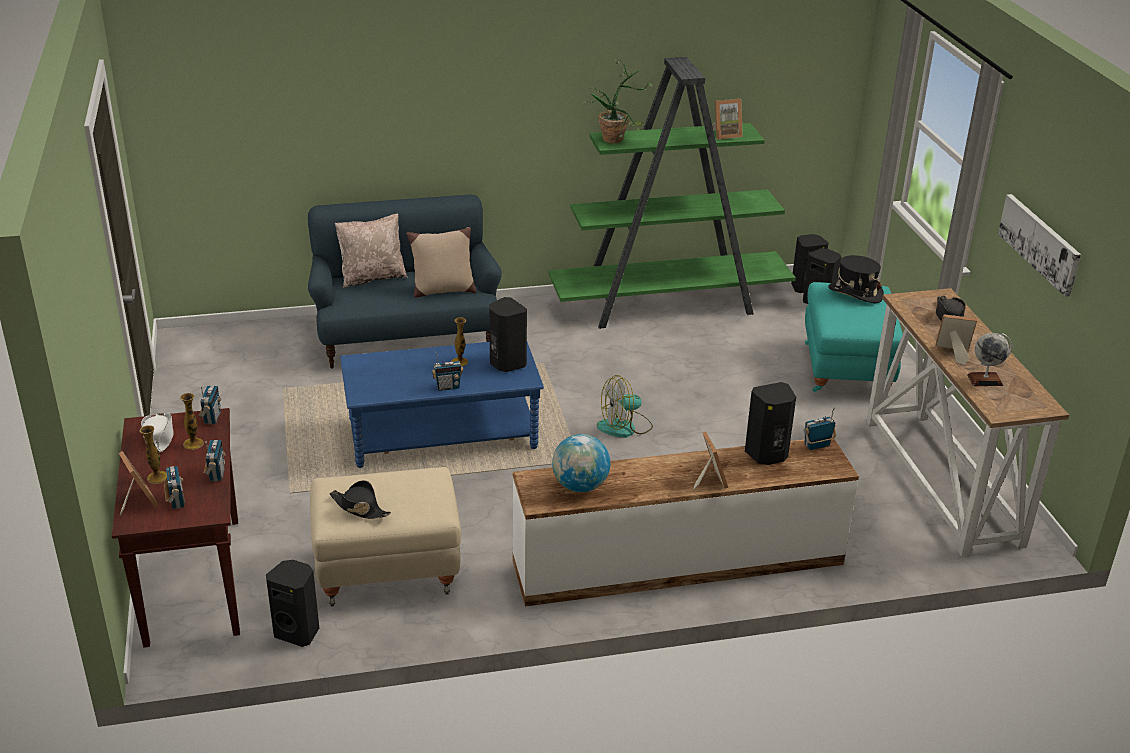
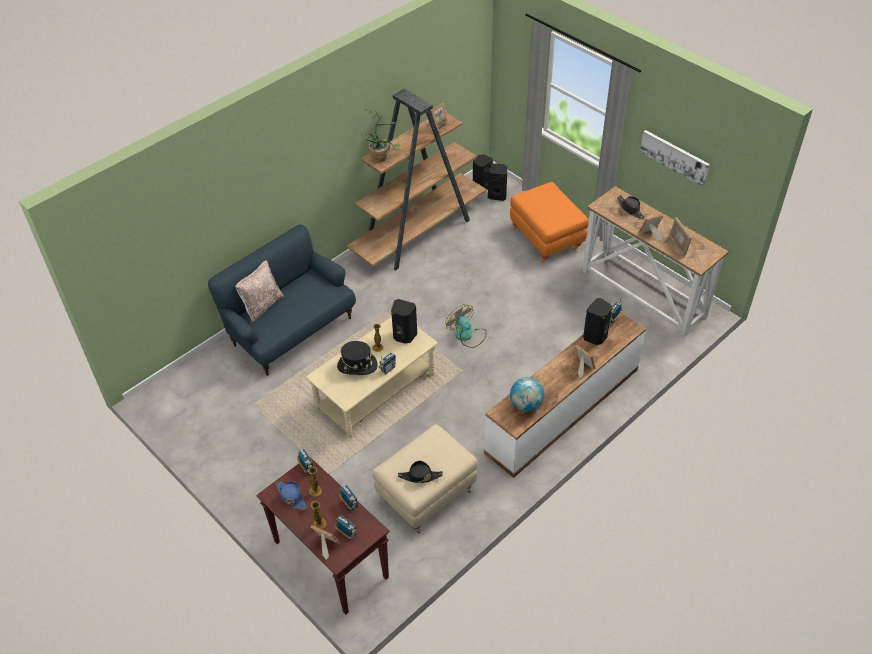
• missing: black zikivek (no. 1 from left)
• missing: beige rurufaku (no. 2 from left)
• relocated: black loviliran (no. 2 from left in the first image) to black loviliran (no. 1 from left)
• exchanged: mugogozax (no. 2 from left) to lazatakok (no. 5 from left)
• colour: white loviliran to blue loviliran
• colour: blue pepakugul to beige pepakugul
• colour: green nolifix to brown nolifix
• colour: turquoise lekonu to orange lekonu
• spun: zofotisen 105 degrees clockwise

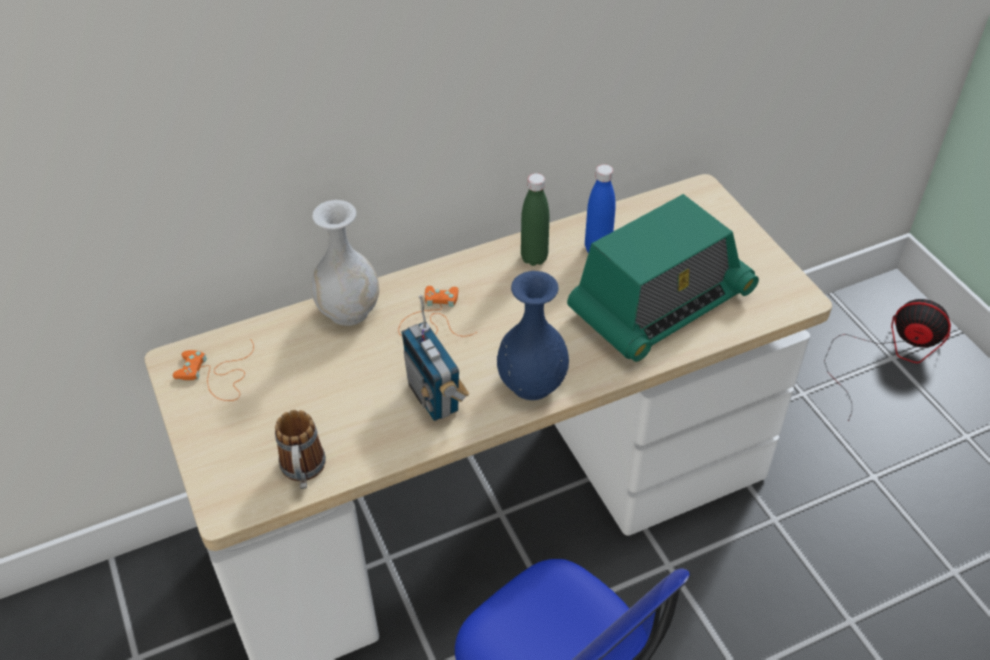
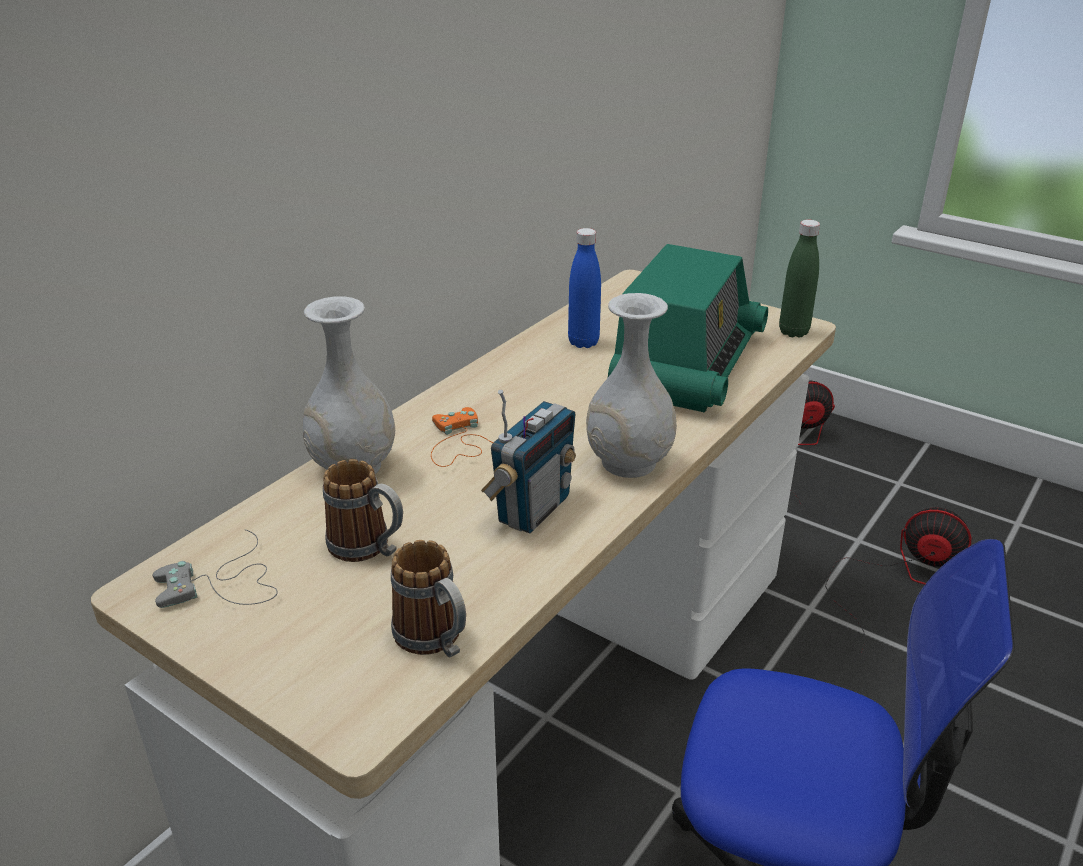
• appeared: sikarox (no. 1 from left)
• appeared: zofotisen (no. 2 from left)
• relocated: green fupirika
• colour: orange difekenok (no. 1 from left) to grey difekenok
• colour: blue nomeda to white nomeda (no. 2 from left)
• spun: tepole (no. 1 from left) 90 degrees counterclockwise

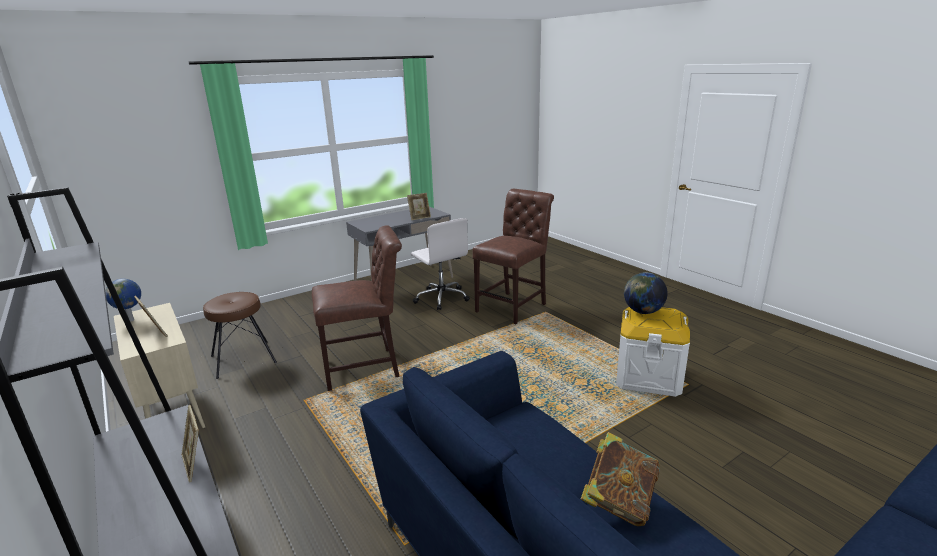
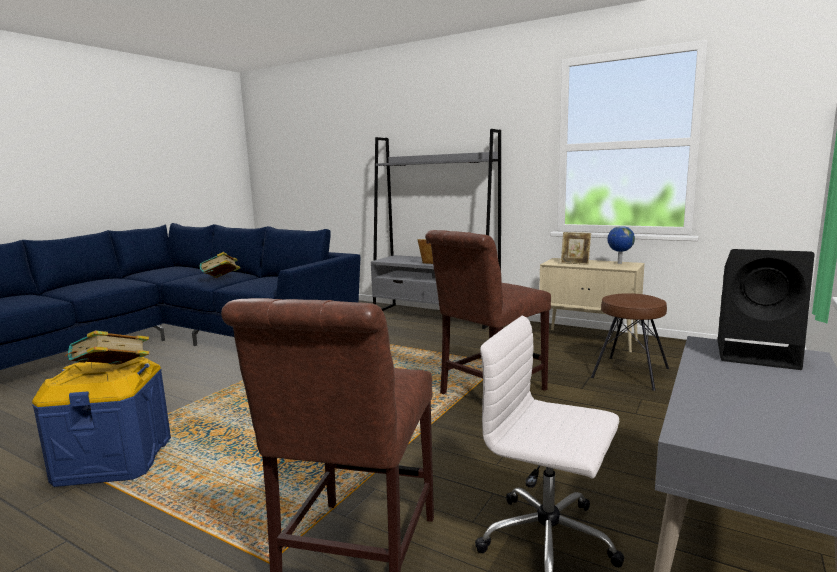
• missing: lazatakok (no. 3 from left)
• appeared: black zikivek
• exchanged: mugogozax (no. 2 from left) to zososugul (no. 1 from left)
• colour: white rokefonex to blue rokefonex

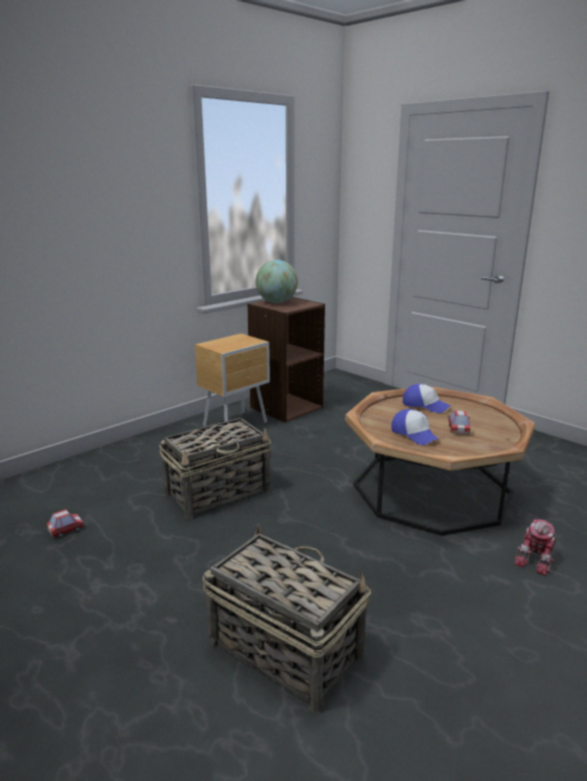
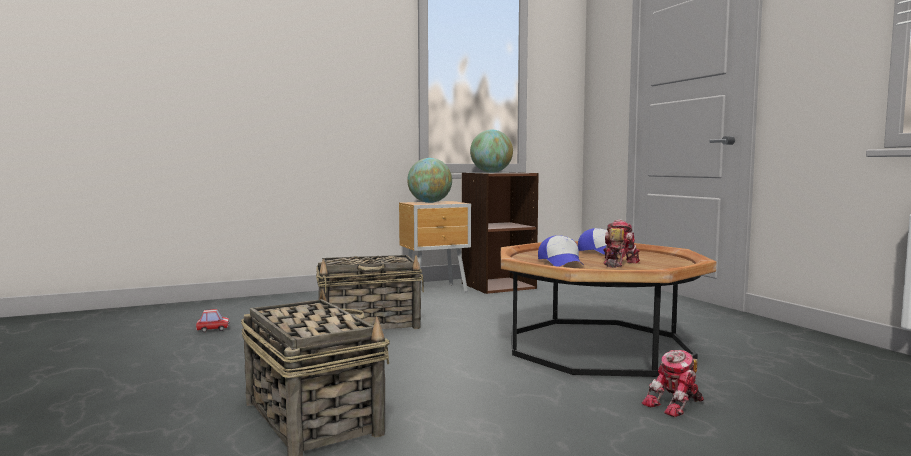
• appeared: mugogozax (no. 1 from left)
• exchanged: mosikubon (no. 2 from left) to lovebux (no. 1 from left)

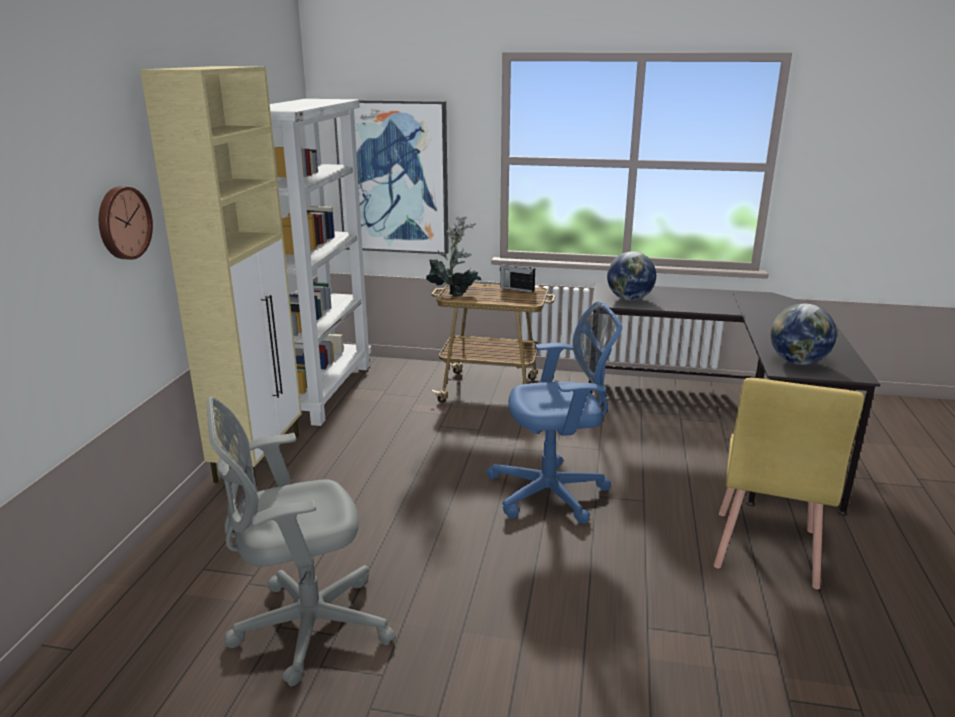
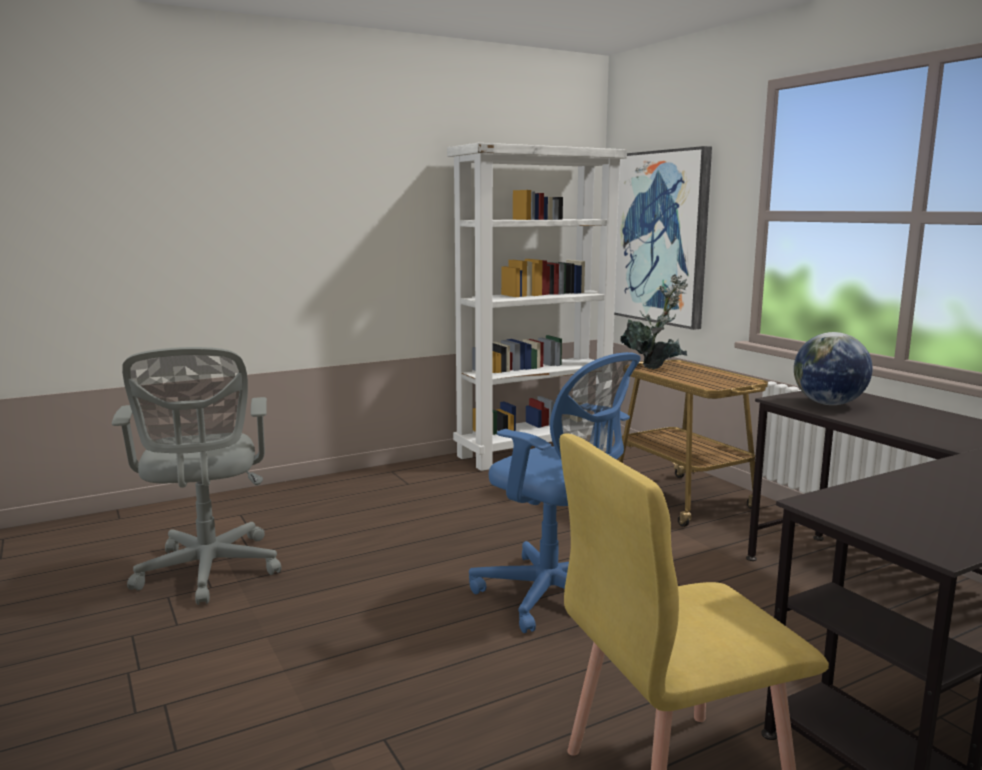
• missing: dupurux
• missing: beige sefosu
• missing: tepole
• missing: mugogozax (no. 2 from left)
• spun: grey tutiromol 135 degrees counterclockwise

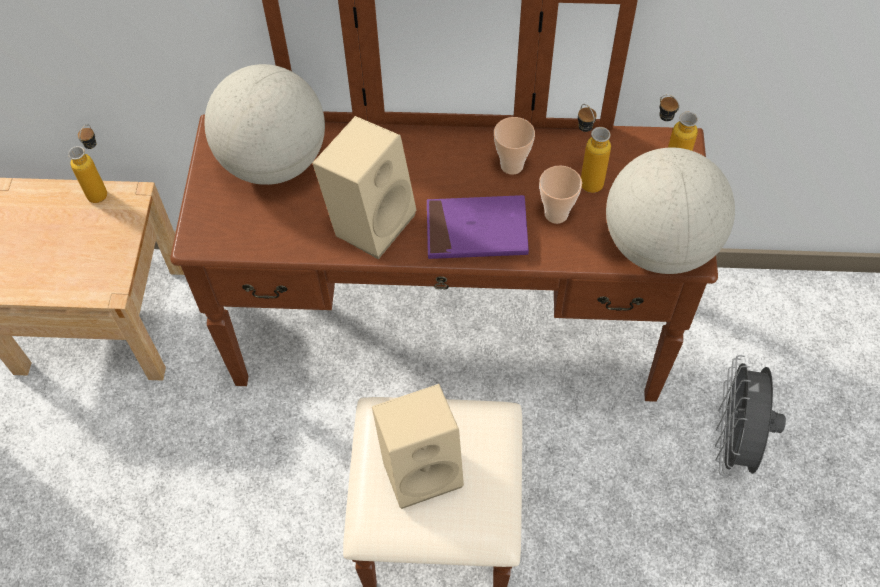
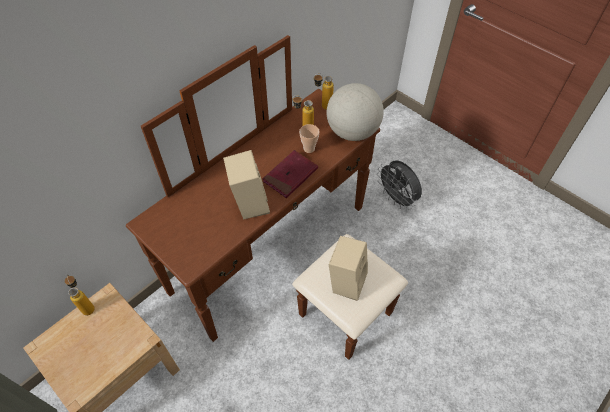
• missing: mugogozax (no. 1 from left)
• missing: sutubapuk (no. 1 from left)
• colour: purple zososugul to red zososugul

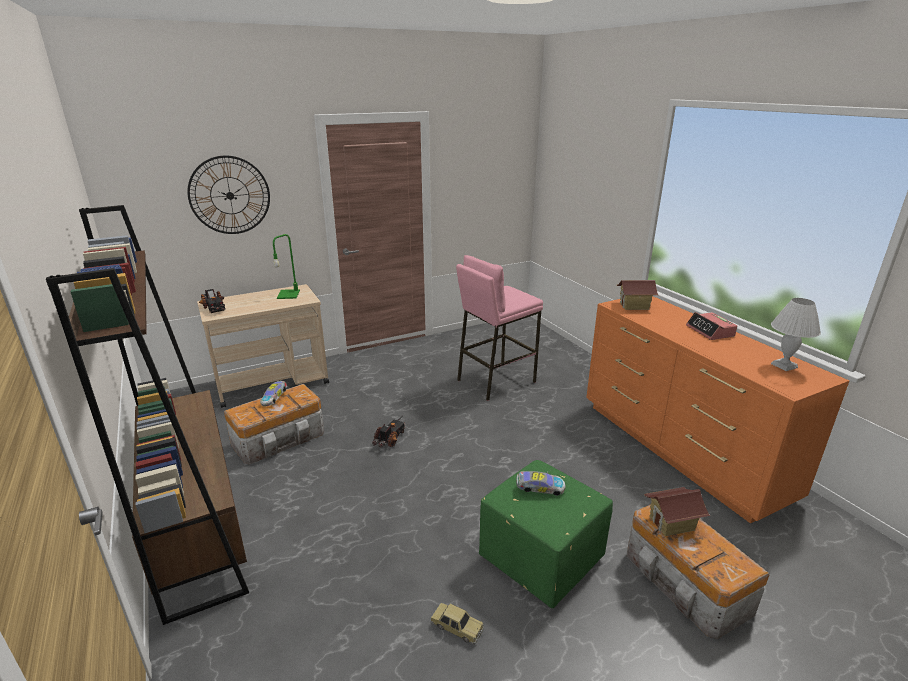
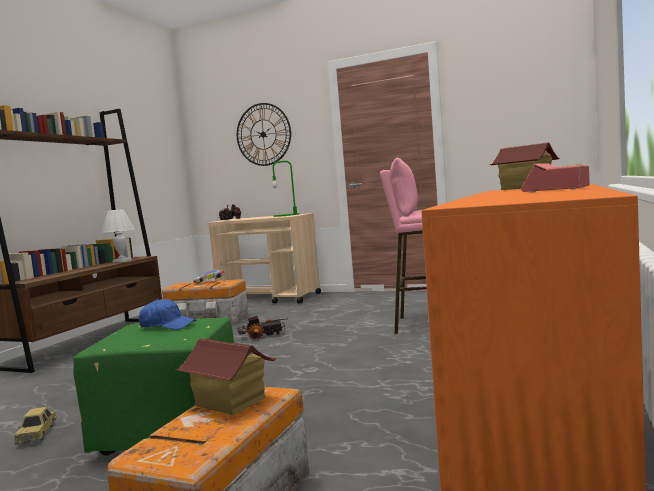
• relocated: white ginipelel
• exchanged: mosikubon (no. 3 from left) to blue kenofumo

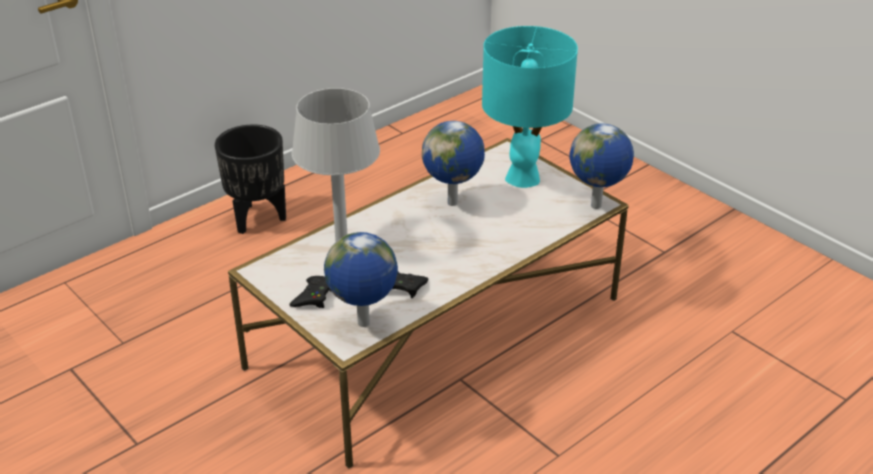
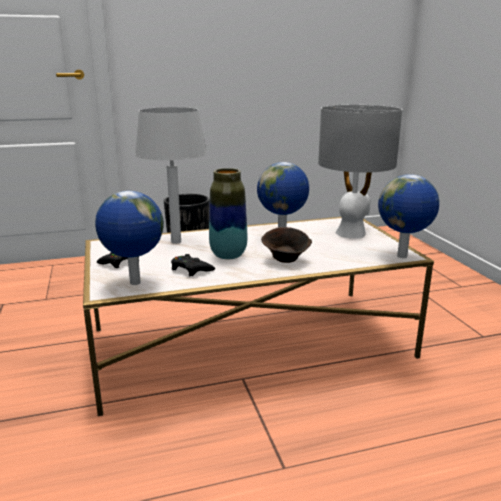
• appeared: nomeda
• appeared: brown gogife
• colour: turquoise ginipelel to grey ginipelel (no. 2 from left)

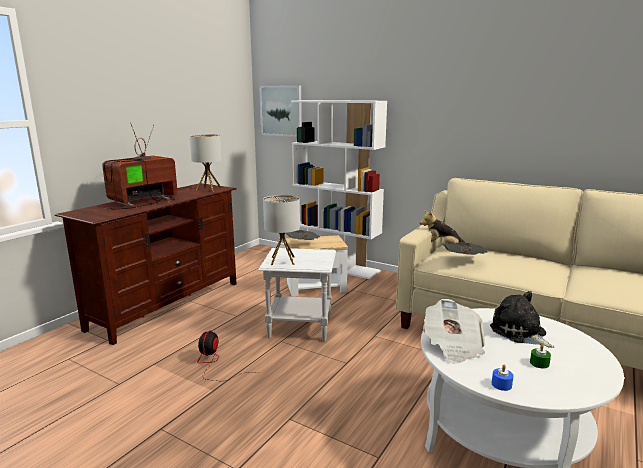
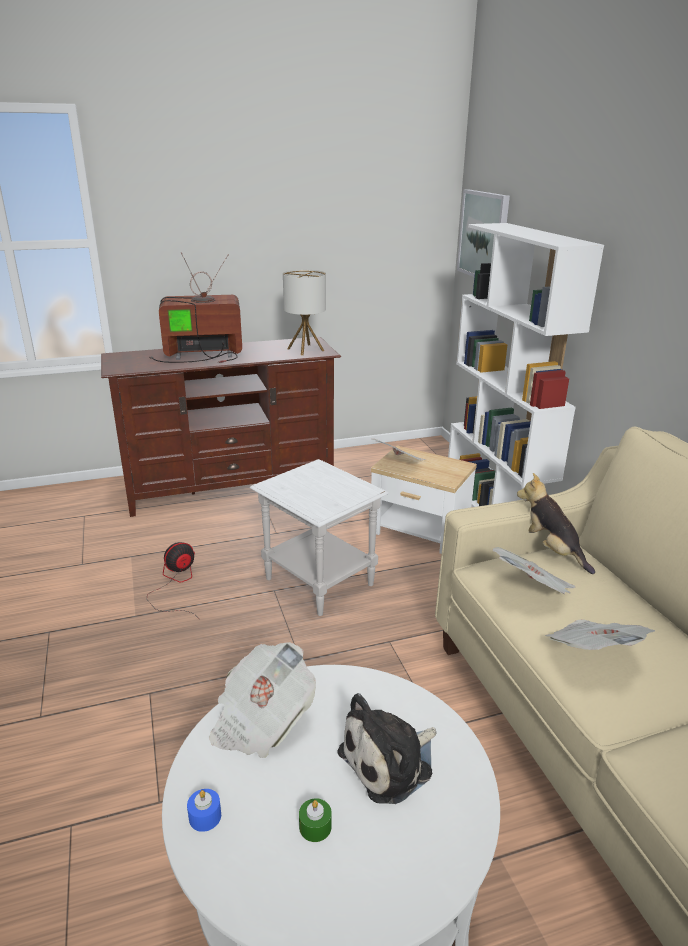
• missing: ginipelel (no. 2 from left)
• appeared: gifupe (no. 4 from left)
• spun: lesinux (no. 2 from left in the first image) 135 degrees counterclockwise

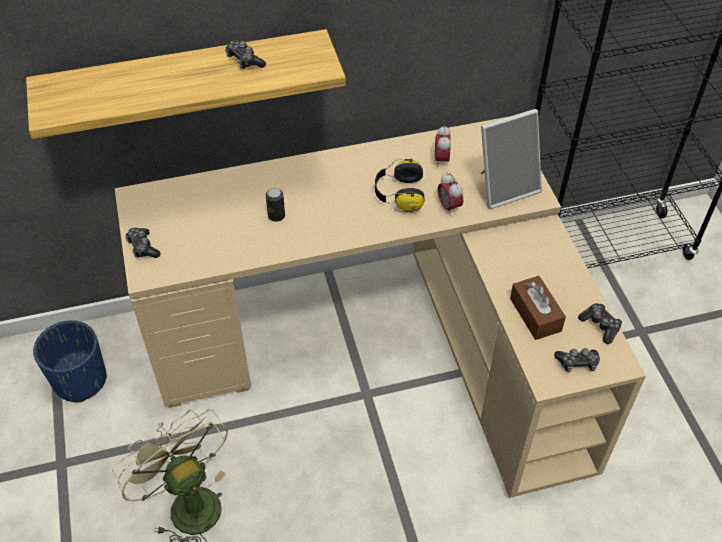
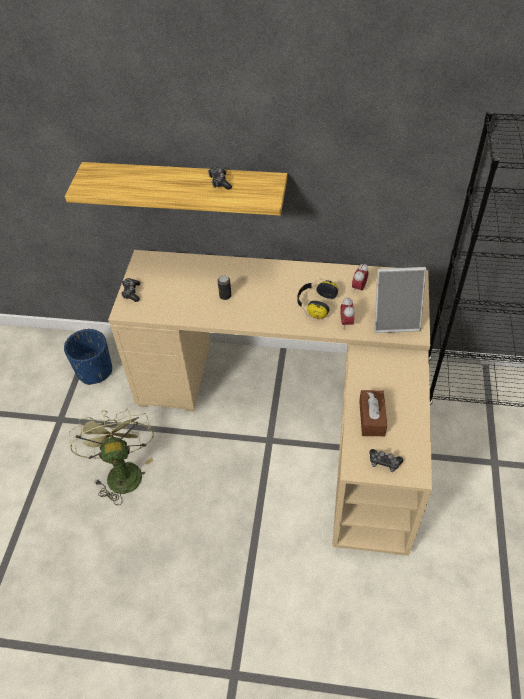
• missing: difekenok (no. 4 from left)

